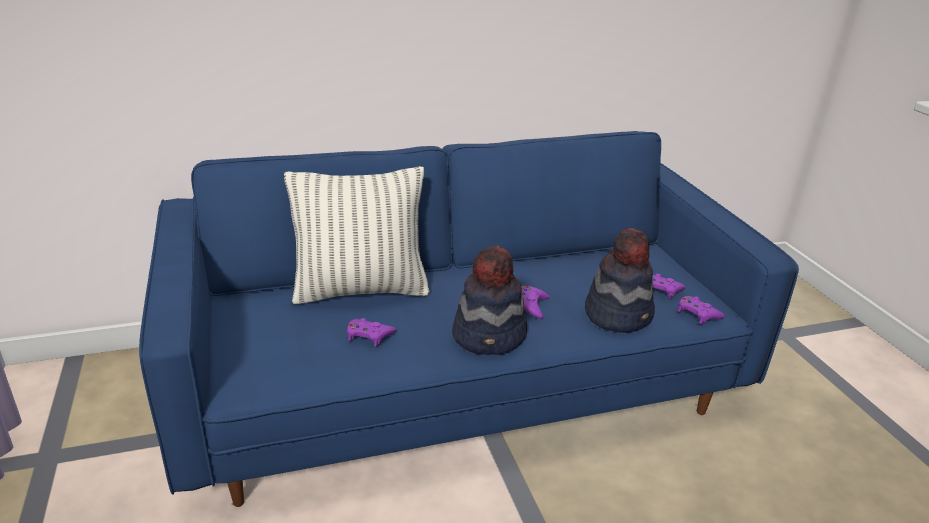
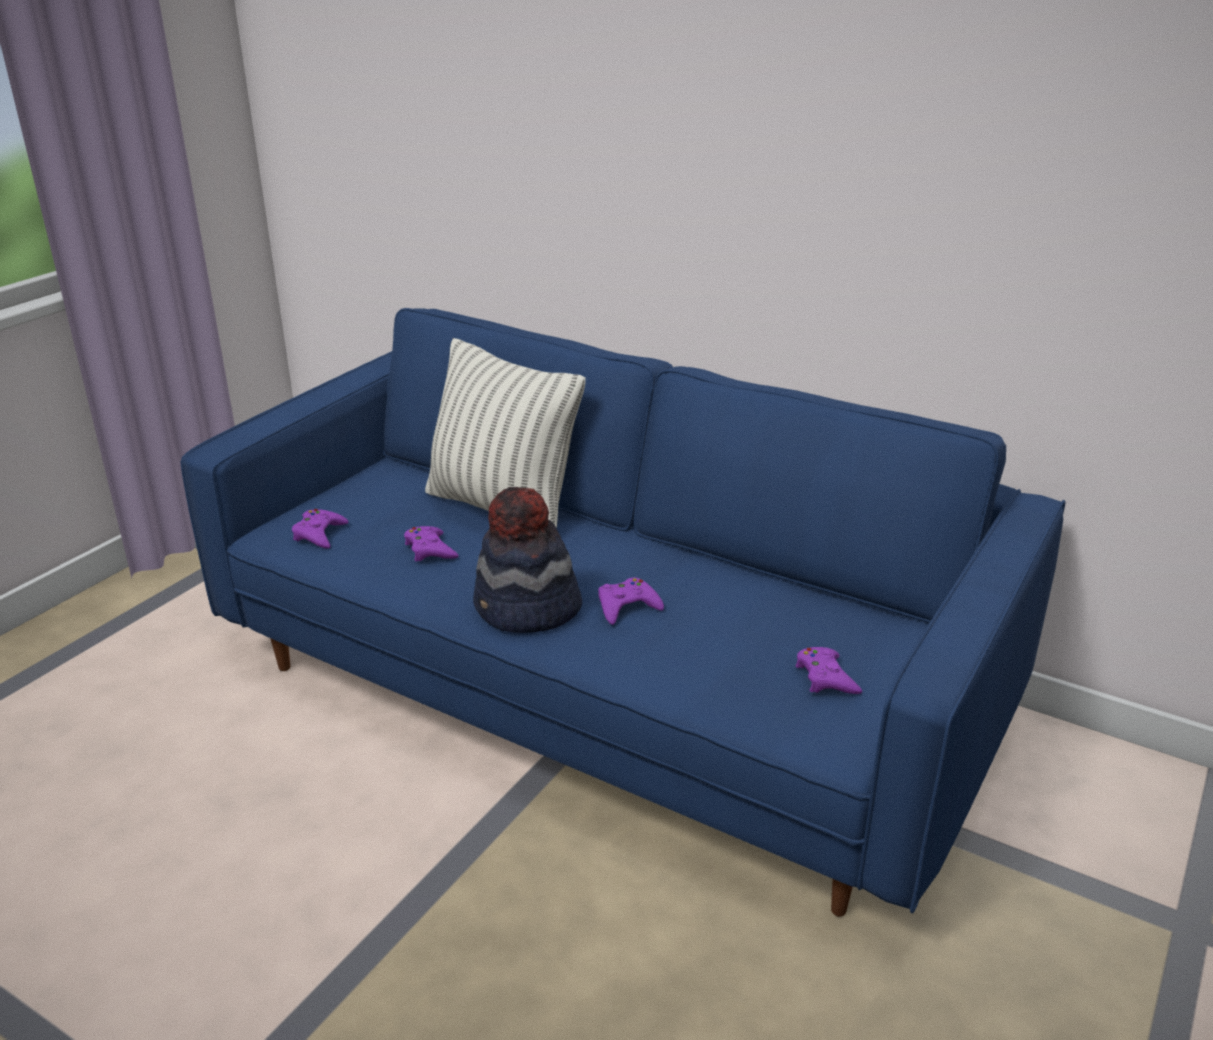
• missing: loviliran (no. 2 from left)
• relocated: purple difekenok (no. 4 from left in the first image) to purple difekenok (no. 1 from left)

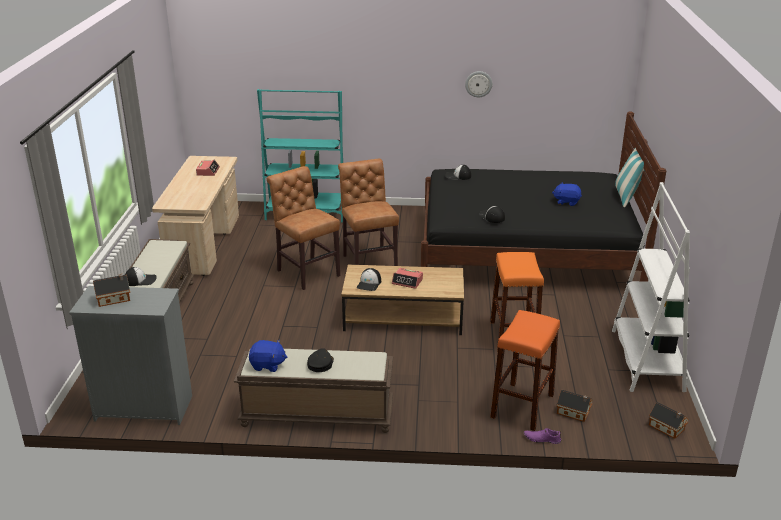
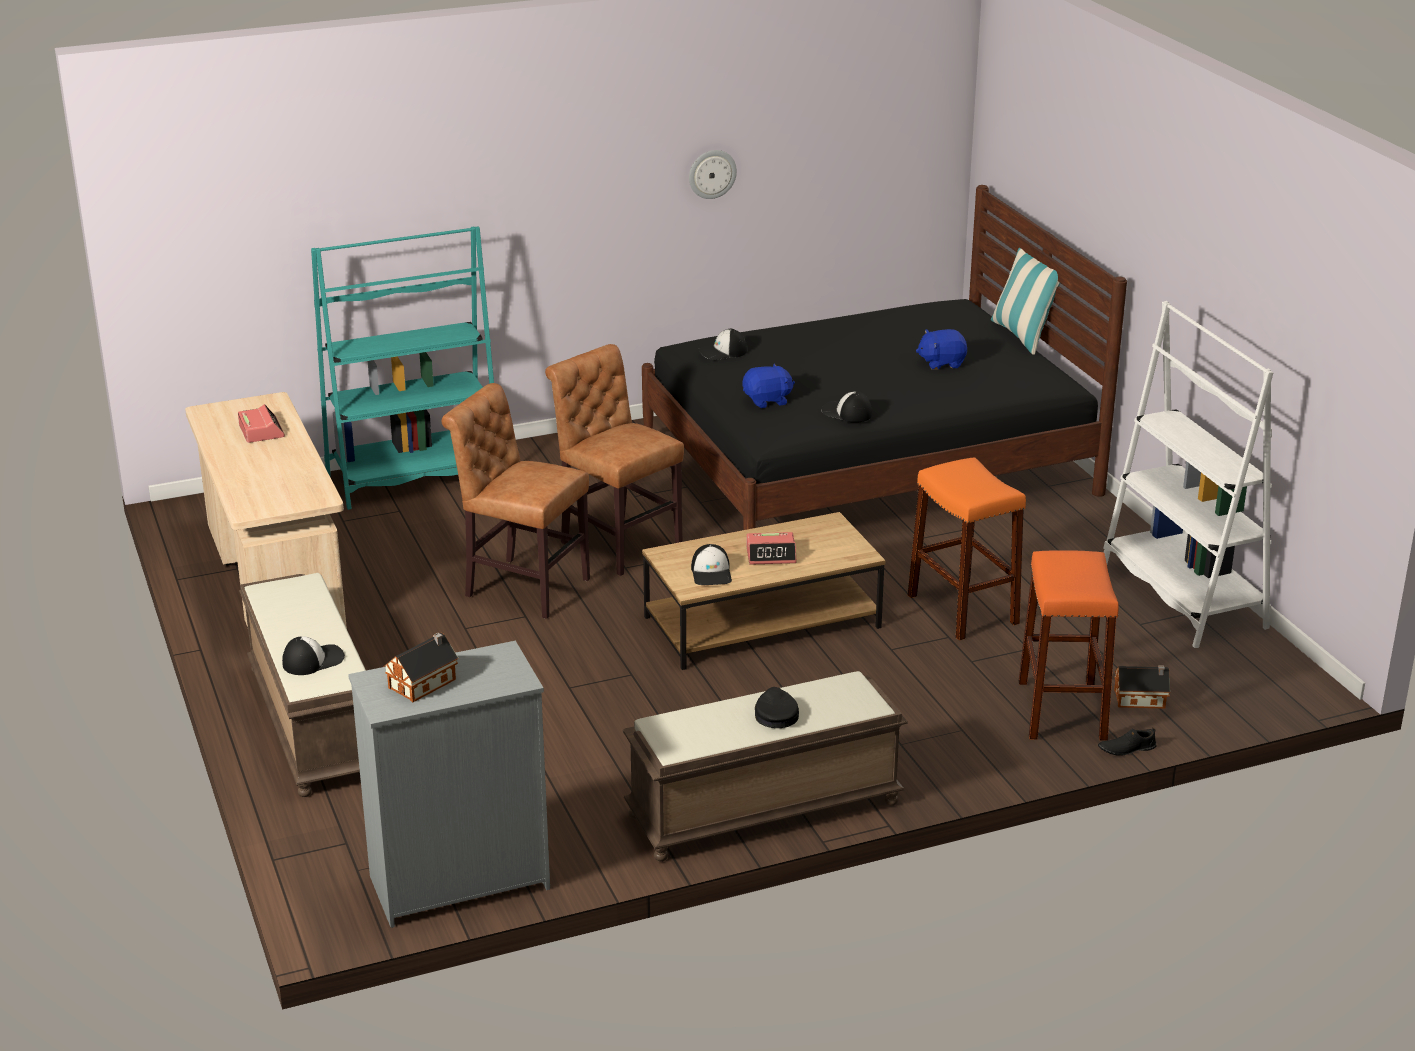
• missing: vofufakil (no. 3 from left)
• relocated: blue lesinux (no. 1 from left)
• colour: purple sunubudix to black sunubudix

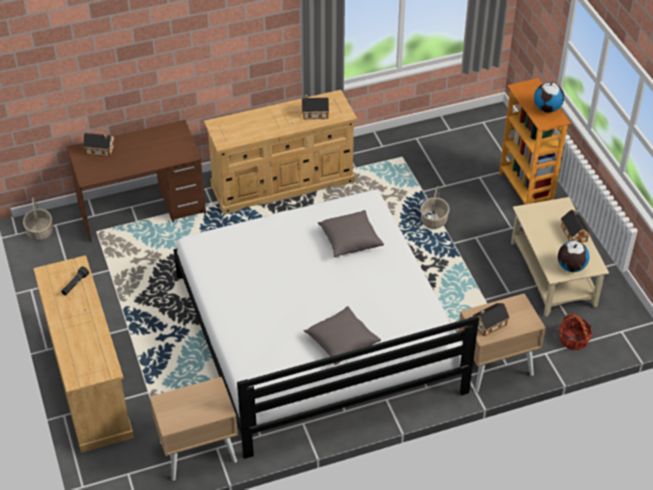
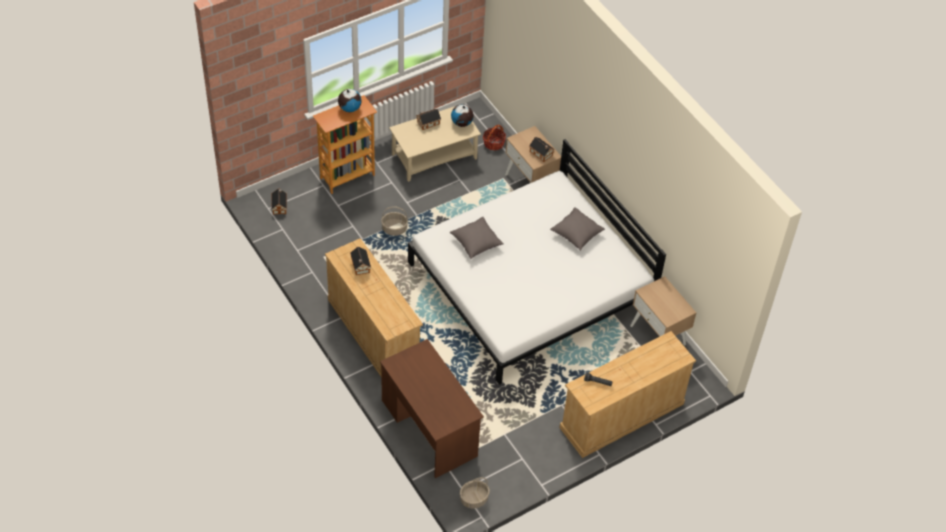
• relocated: vofufakil (no. 1 from left)

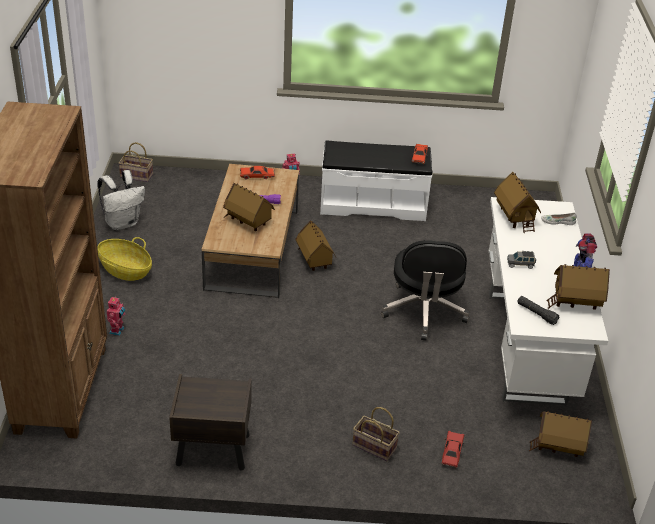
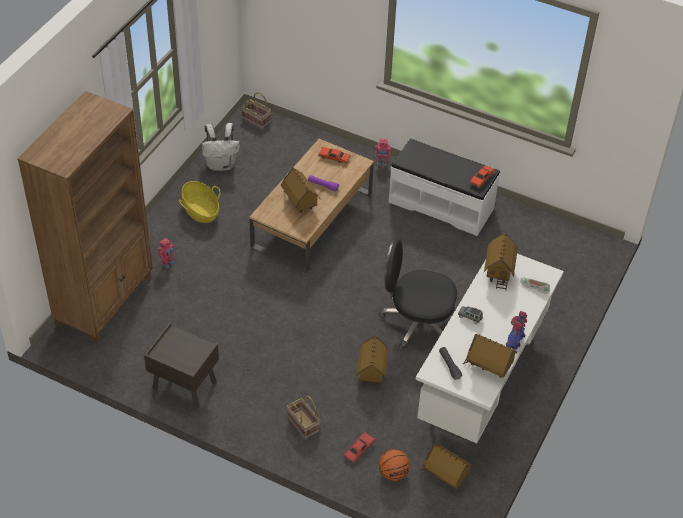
• appeared: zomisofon
• relocated: vofufakil (no. 2 from left)
• spun: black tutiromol 75 degrees clockwise

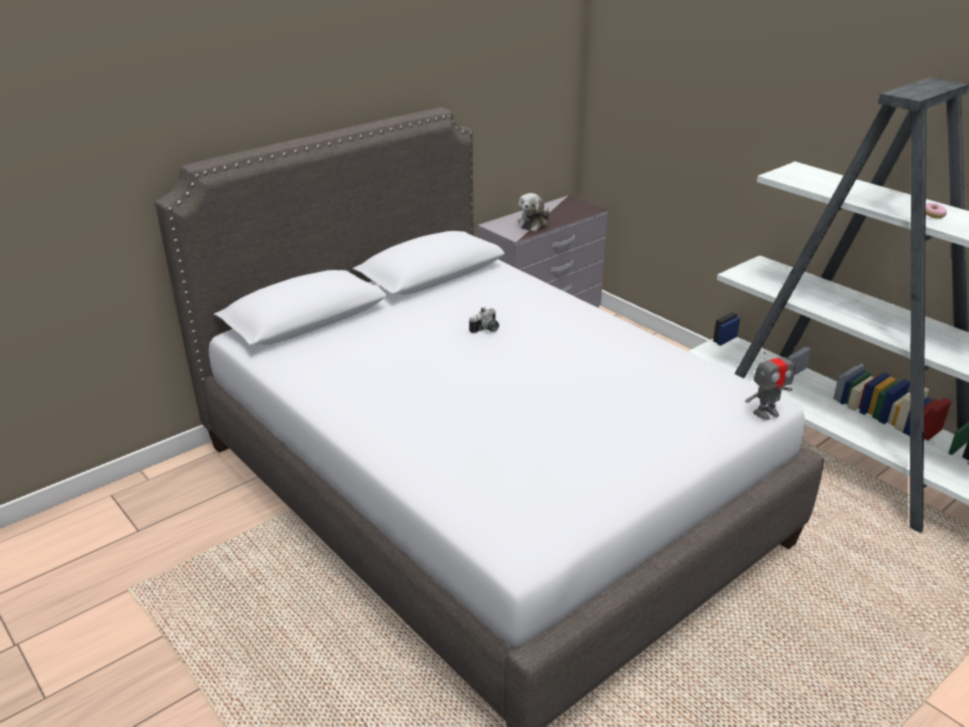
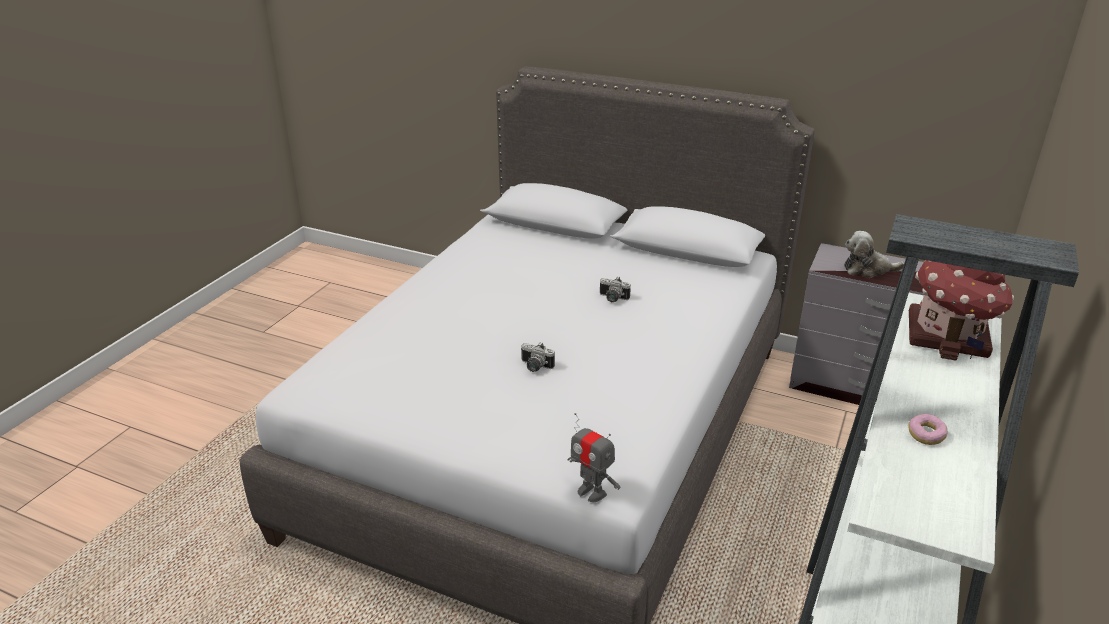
• appeared: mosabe (no. 1 from left)
• appeared: vofufakil

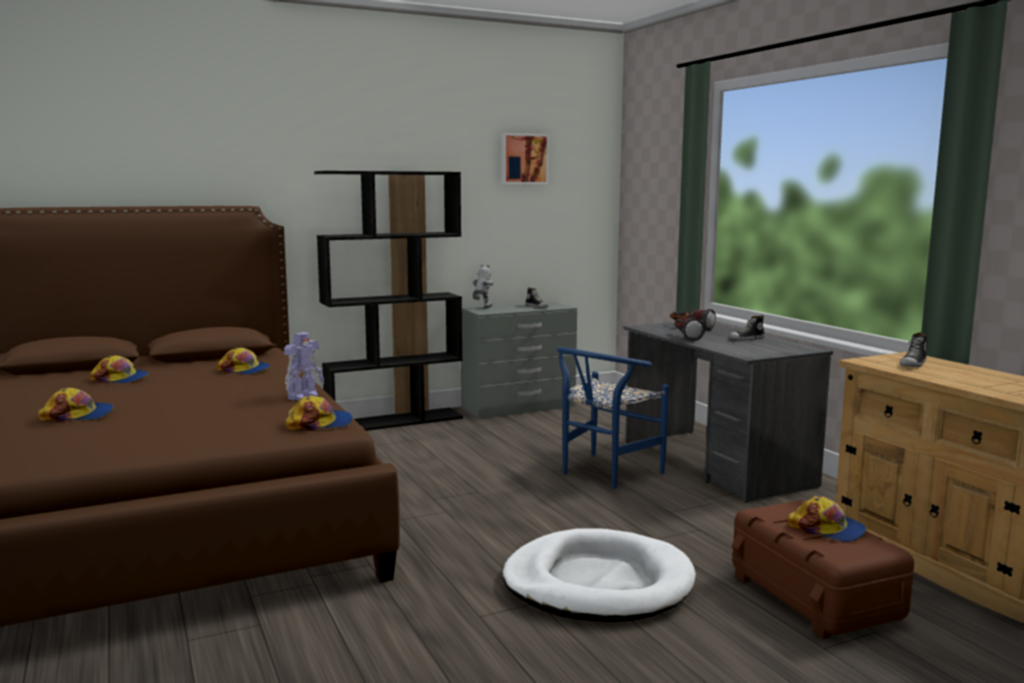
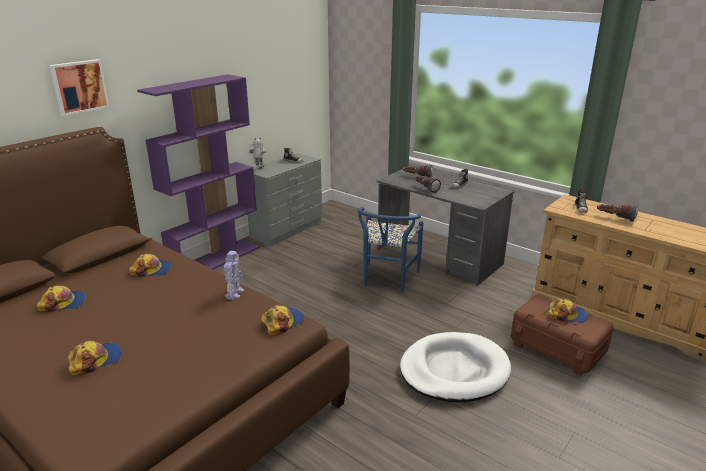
• appeared: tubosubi (no. 3 from left)
• relocated: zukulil
• colour: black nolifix to purple nolifix

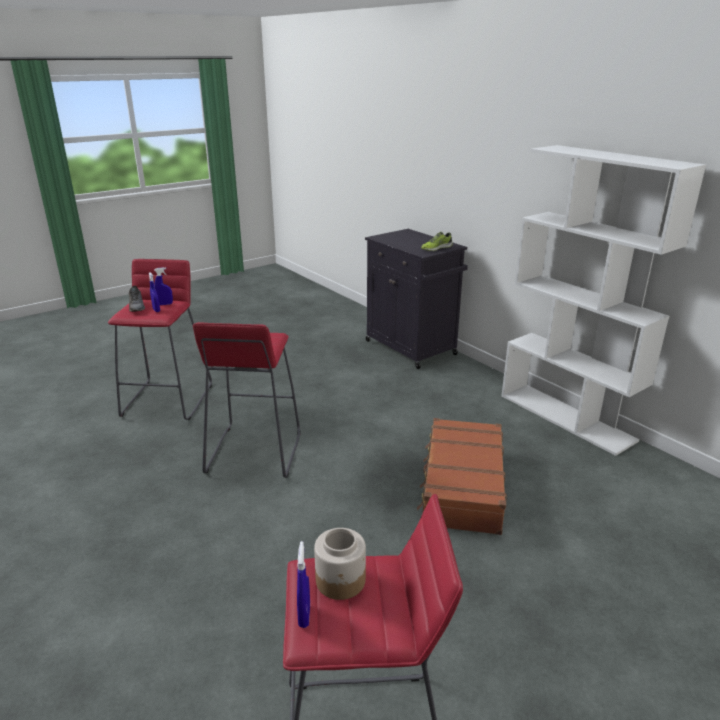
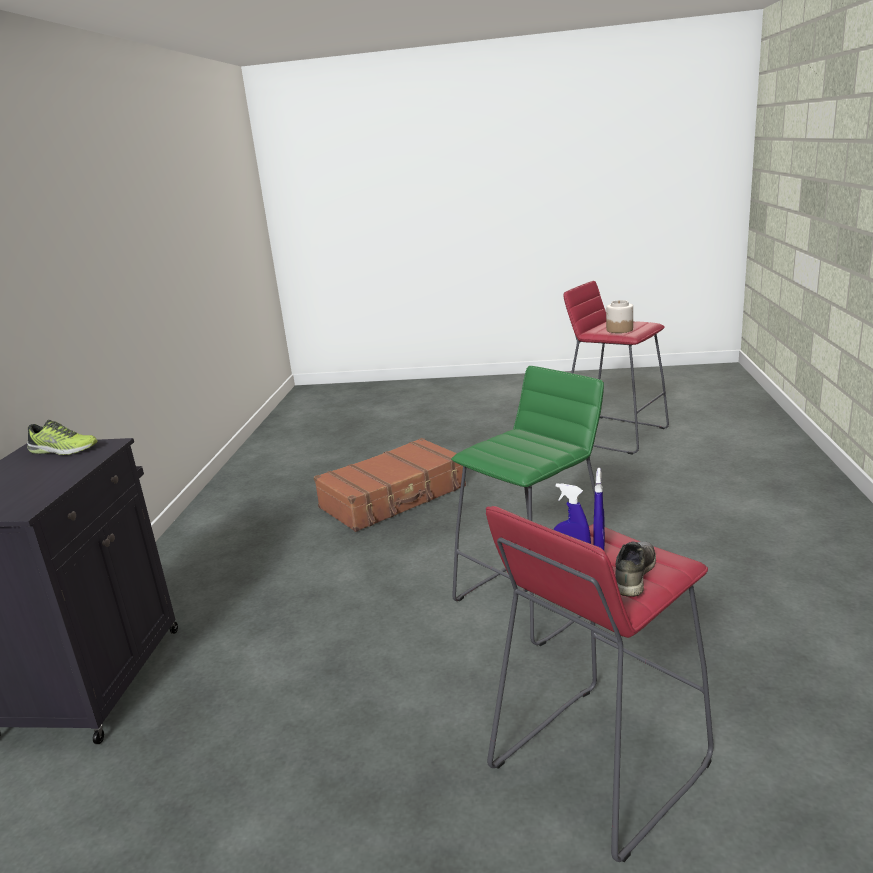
• missing: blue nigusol (no. 3 from left)
• missing: white nolifix
• colour: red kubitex (no. 2 from left) to green kubitex

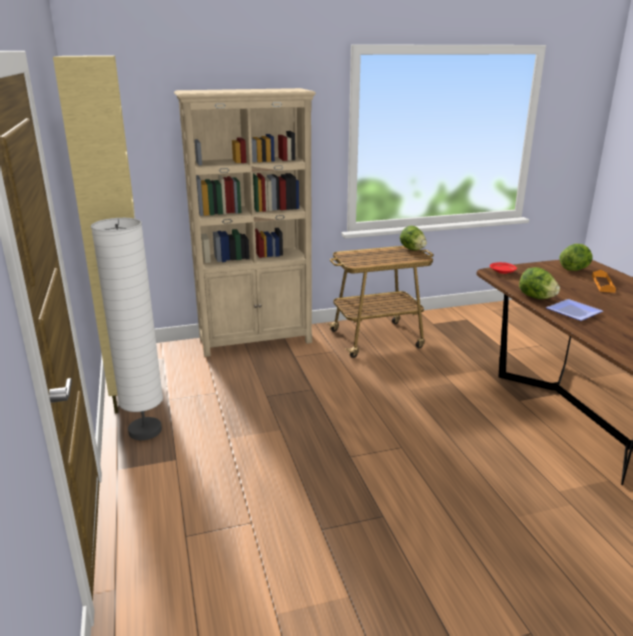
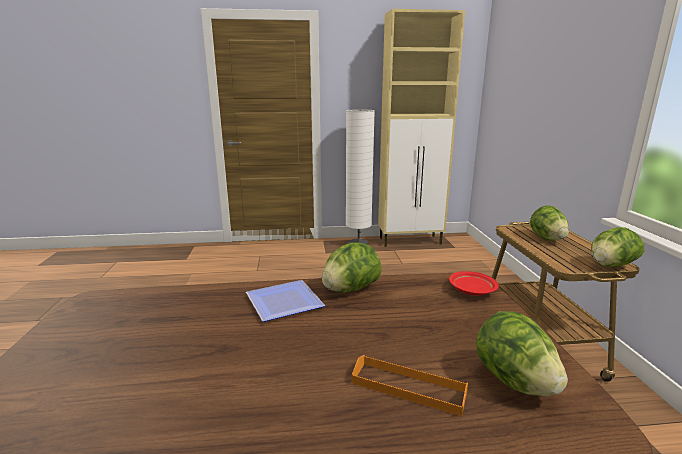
• missing: beige nolifix
• appeared: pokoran (no. 3 from left)

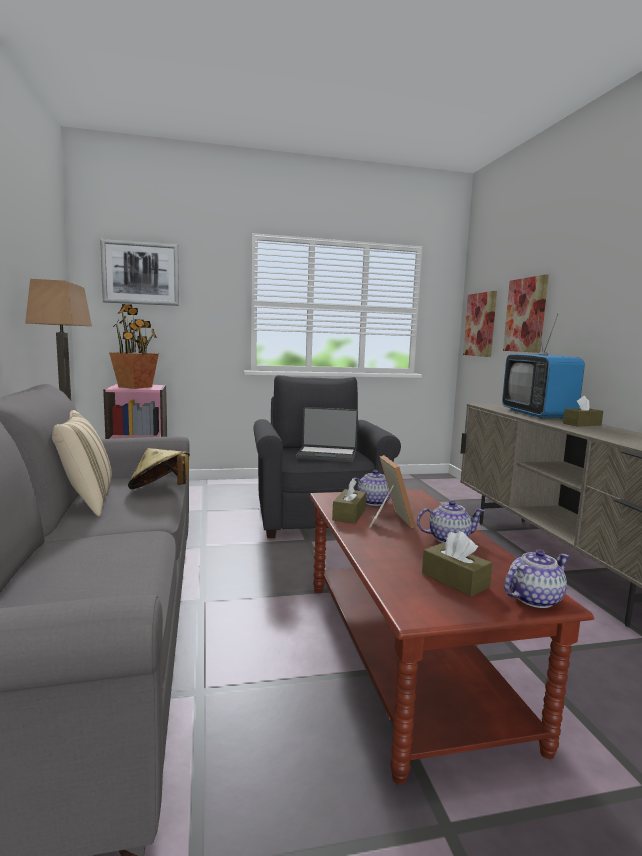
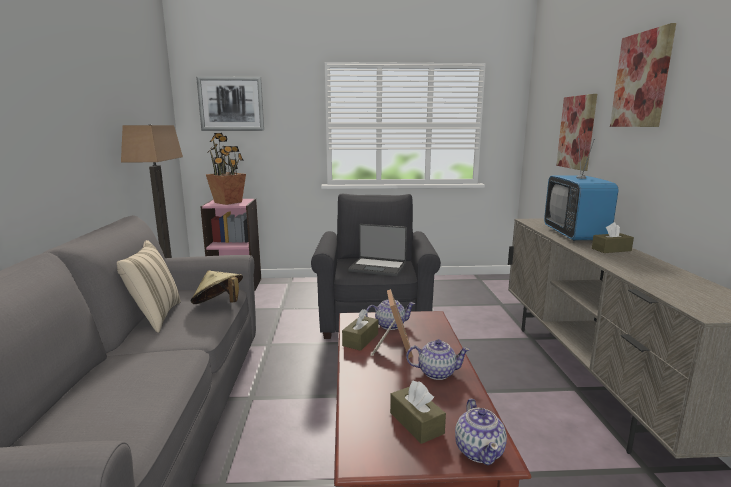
• relocated: zukulil (no. 2 from left in the first image) to zukulil (no. 3 from left)
• spun: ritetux (no. 3 from left) 105 degrees clockwise

